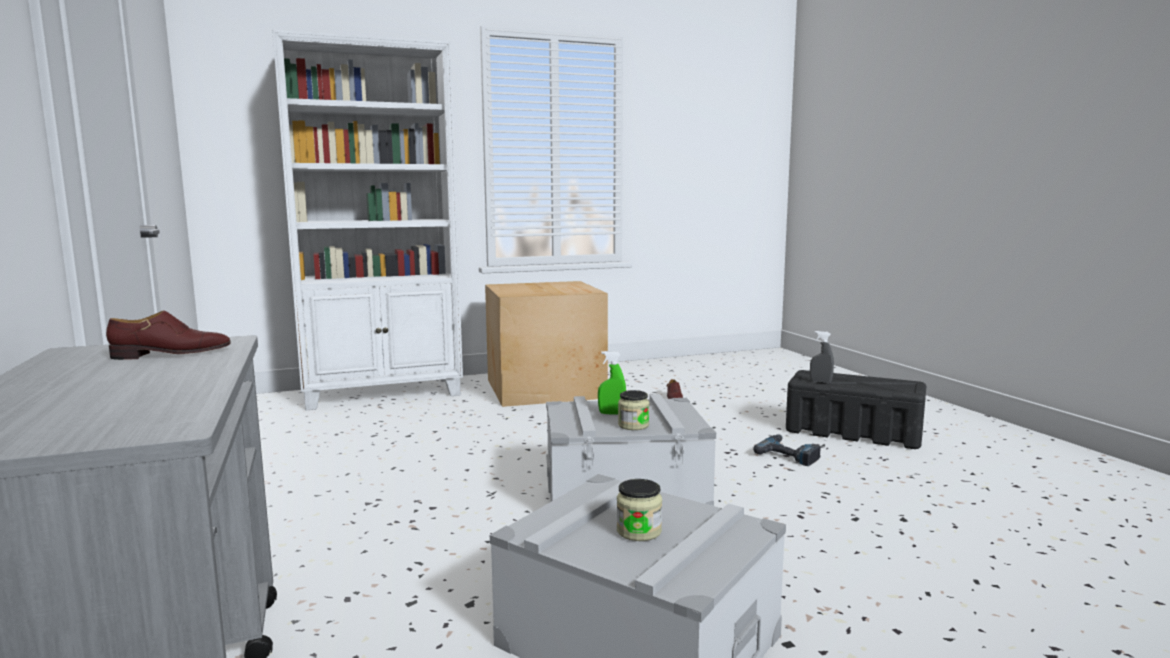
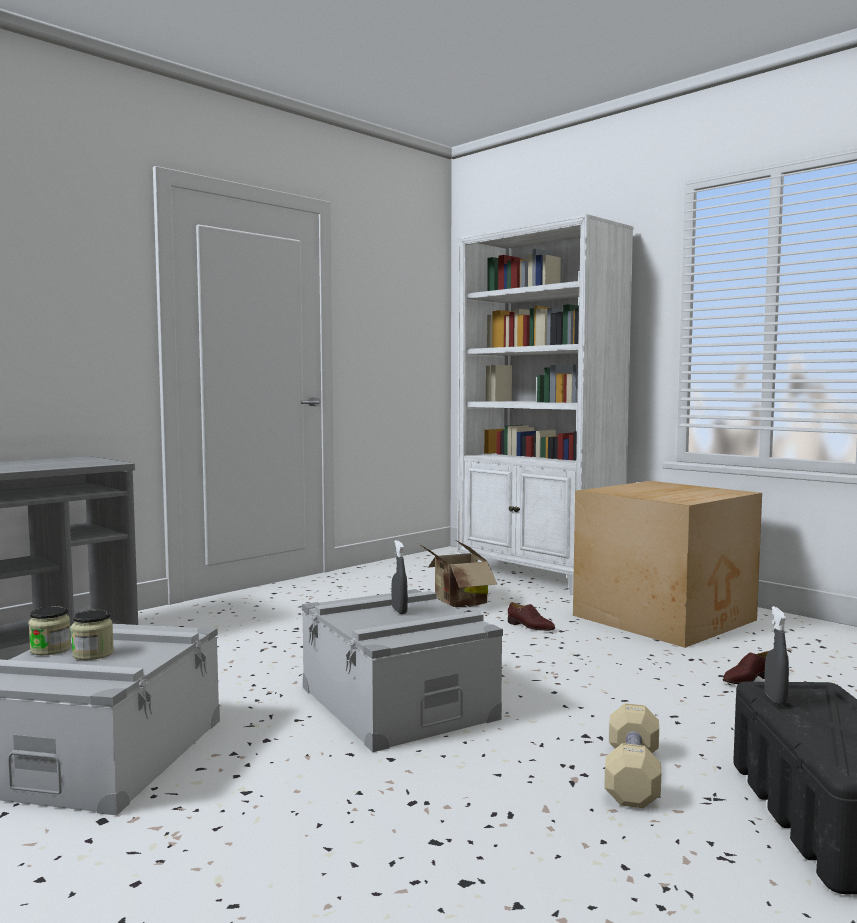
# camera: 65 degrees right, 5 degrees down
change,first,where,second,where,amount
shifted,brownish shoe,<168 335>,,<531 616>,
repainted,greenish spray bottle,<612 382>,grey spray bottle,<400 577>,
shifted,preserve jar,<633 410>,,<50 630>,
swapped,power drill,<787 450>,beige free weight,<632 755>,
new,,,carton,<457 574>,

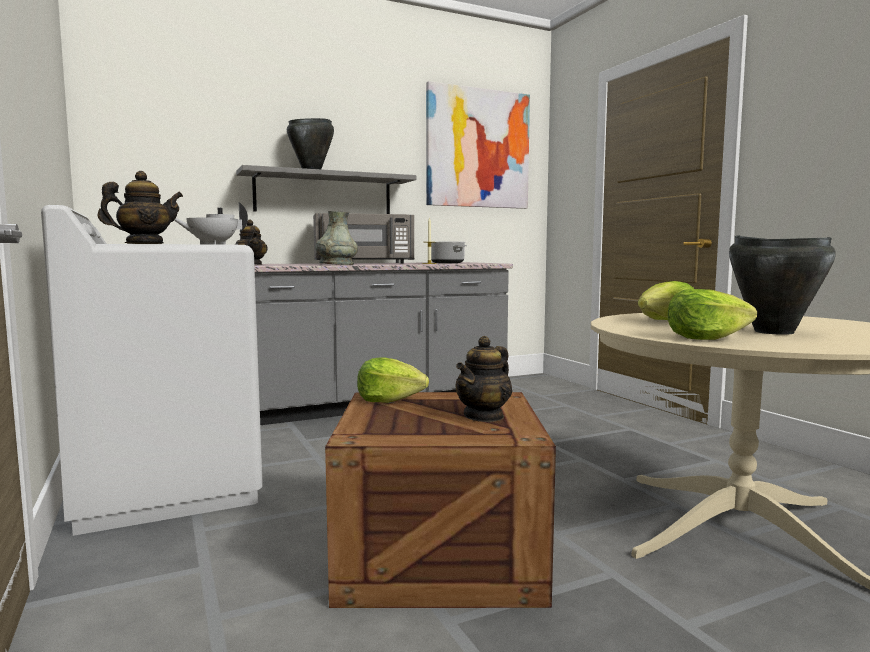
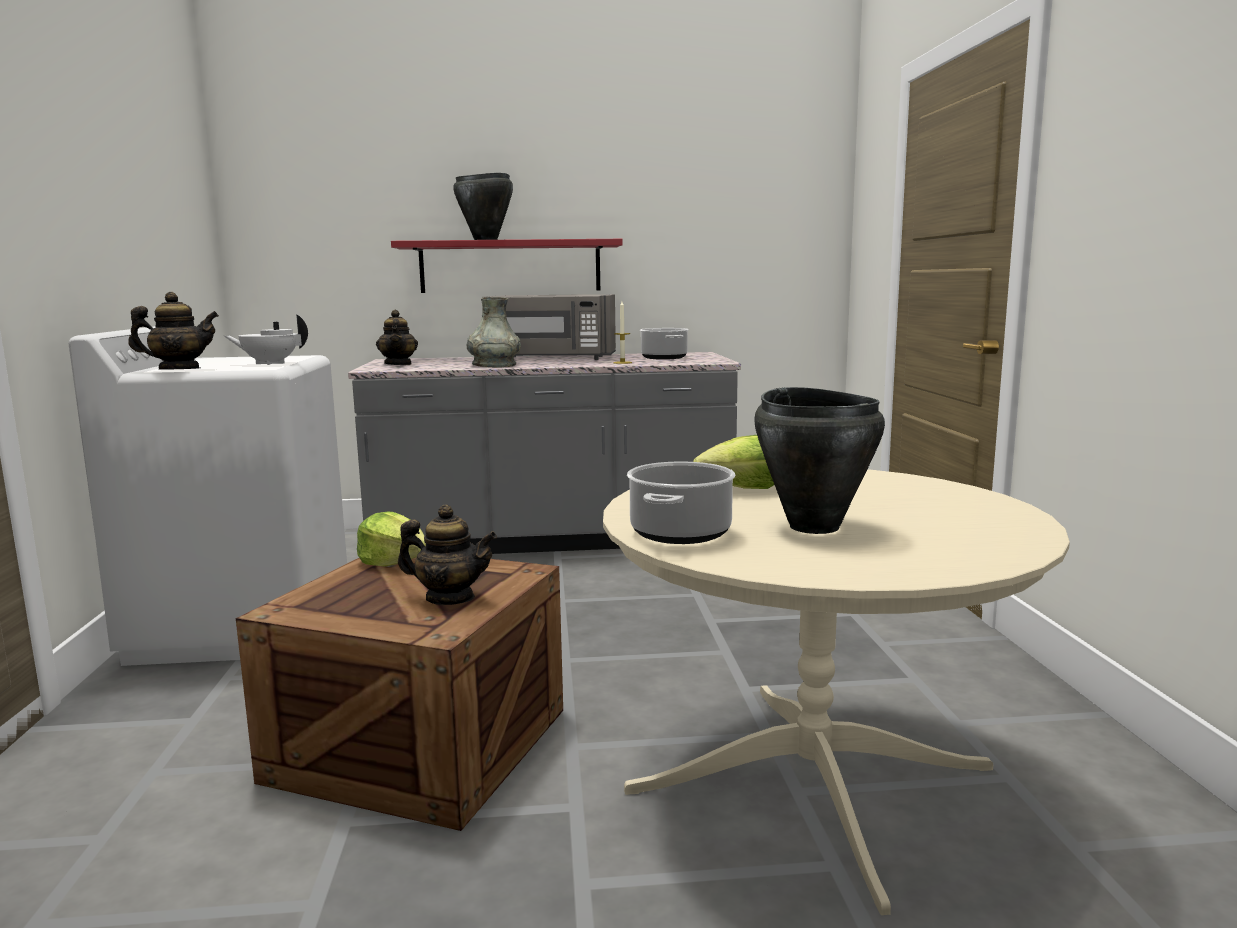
# camera: 20 degrees right, 5 degrees up
change,first,where,second,where,amount
gone,picture,<478 145>,,,
repainted,grey wall shelf,<326 189>,red-coloured wall shelf,<507 266>,
swapped,lettuce,<712 314>,saucepot,<681 503>,
rotated,pot for tea,<483 379>,,<447 555>,135 degrees counterclockwise

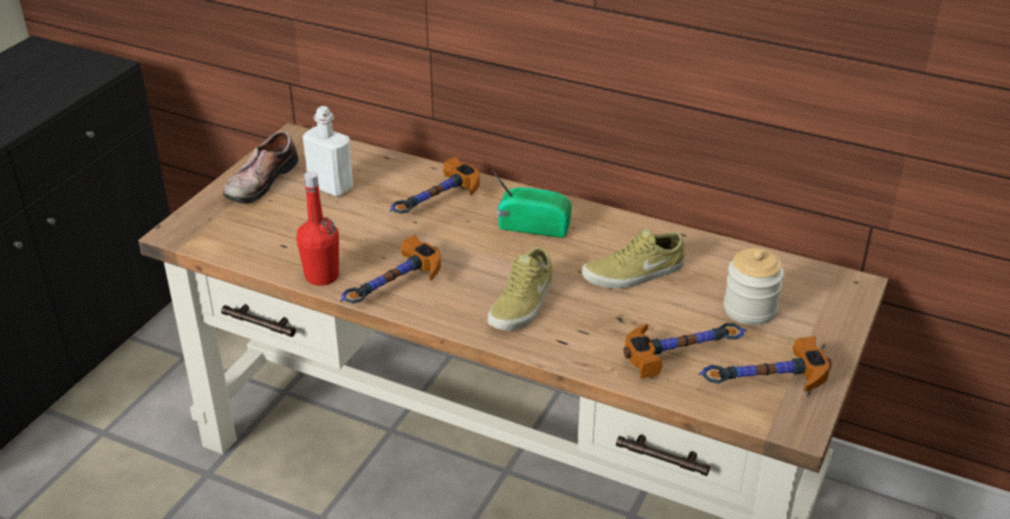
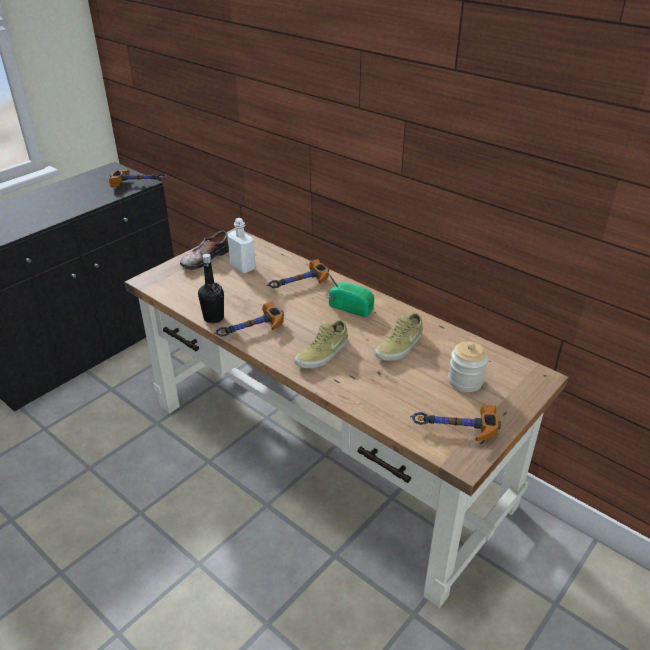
# camera: 15 degrees right, 0 degrees up
change,first,where,second,where,amount
repainted,red-coloured beverage bottle,<317 229>,blackish beverage bottle,<211 288>,
rotated,beige shoe,<633 258>,,<399 337>,45 degrees counterclockwise
shifted,hand hammer,<685 351>,,<138 178>,

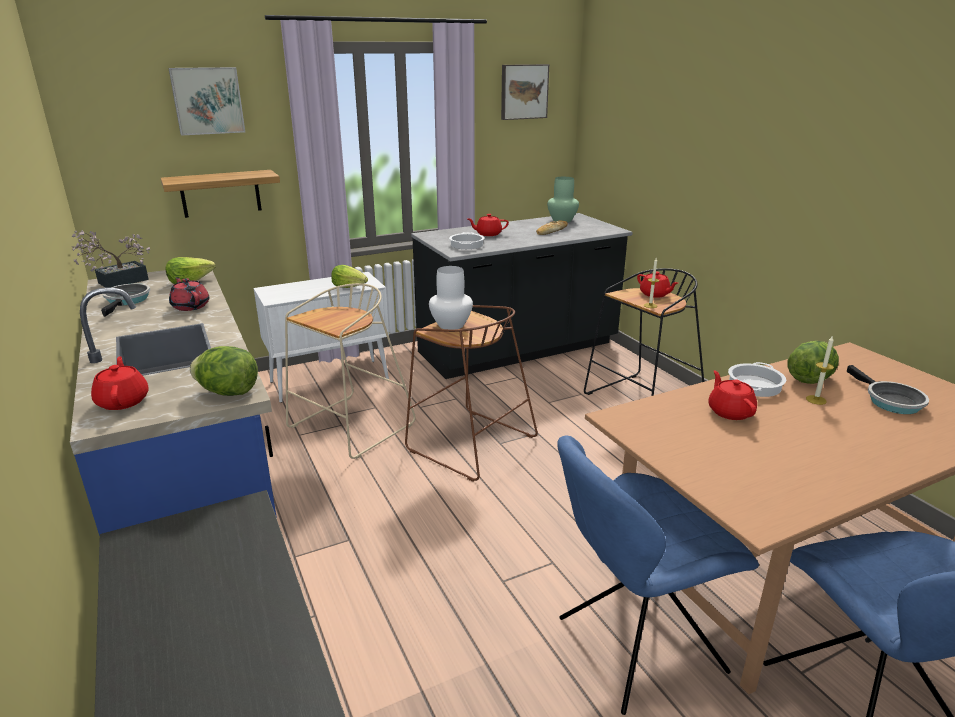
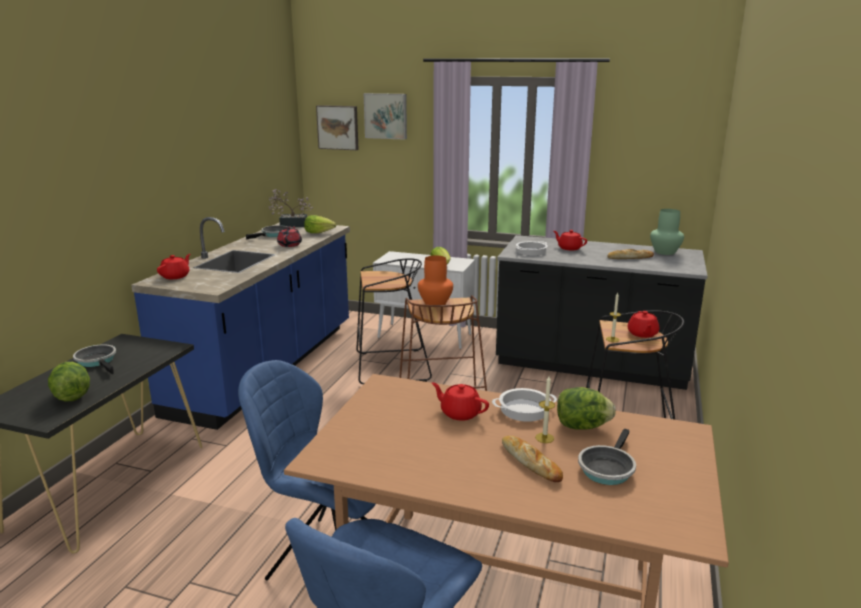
# camera: 45 degrees right, 5 degrees down
change,first,where,second,where,amount
shifted,picture,<525 92>,,<337 127>,
gone,wall shelf,<220 194>,,,
repainted,white decorative vase,<451 297>,orange decorative vase,<435 280>,
repainted,beige sitting stool,<350 371>,blackish sitting stool,<394 321>,
shifted,lettuce,<224 371>,,<69 382>,
rotated,red-coloured pot for tea,<732 395>,,<460 401>,90 degrees counterclockwise
new,,,frying pan,<94 359>,
new,,,bread,<532 459>,

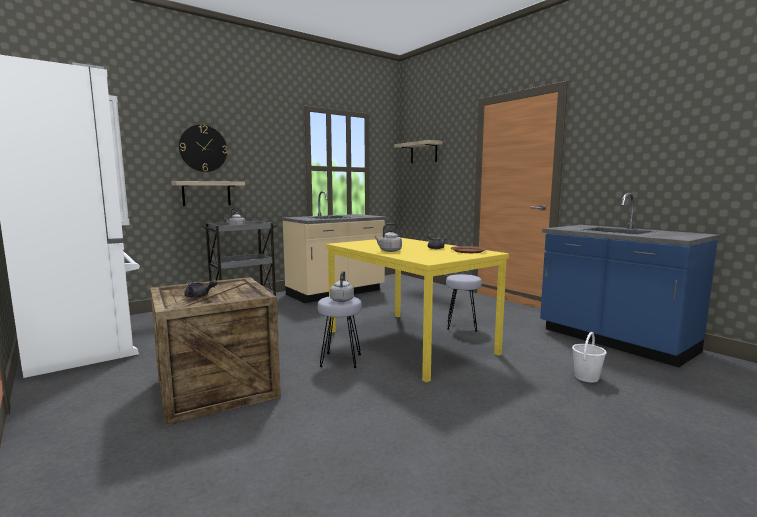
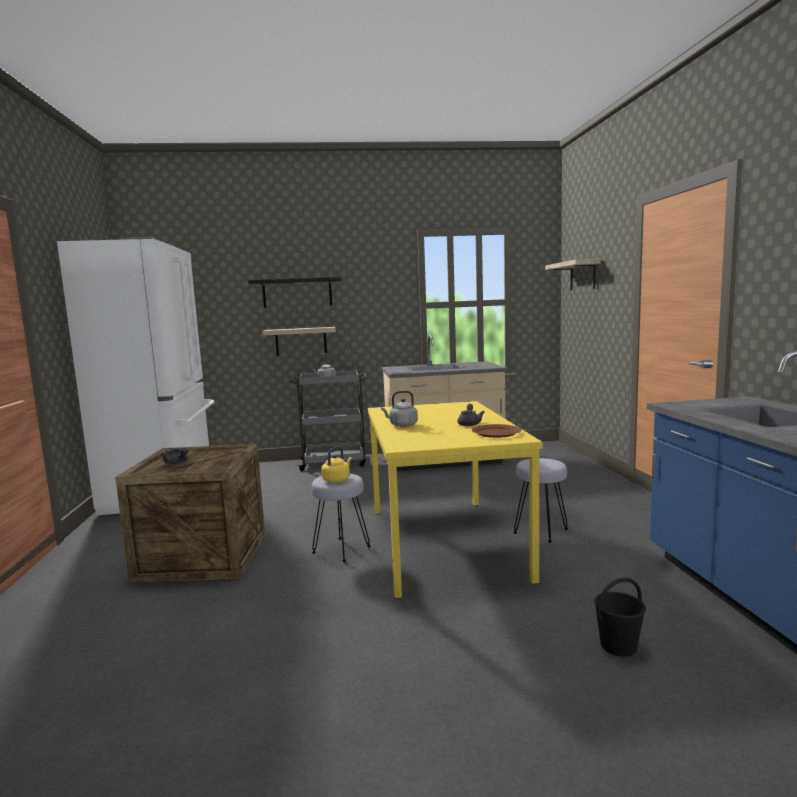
# camera: 30 degrees right, 0 degrees up
change,first,where,second,where,amount
swapped,hanging clock,<203 148>,blackish wall shelf,<294 292>,
repainted,grey water kettle,<342 286>,yellow water kettle,<336 464>,
repainted,white pail,<589 357>,blackish pail,<620 617>,

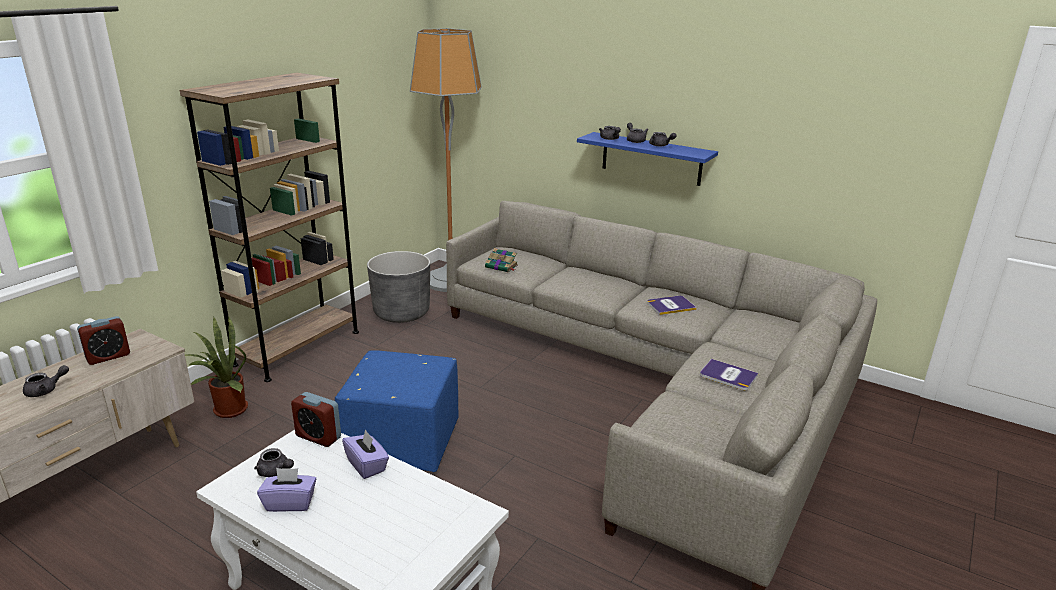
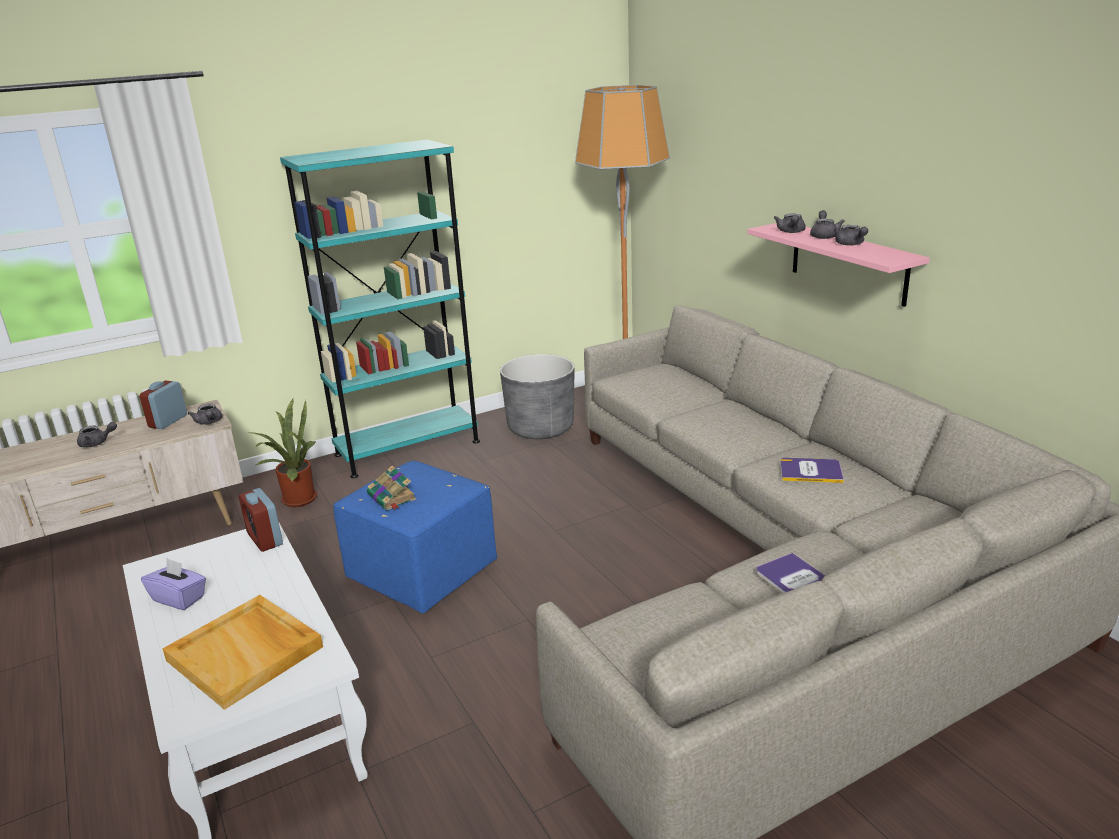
# camera: 30 degrees right, 0 degrees up
change,first,where,second,where,amount
repainted,brownish shelving unit,<269 227>,blue-green shelving unit,<380 309>,
repainted,blue wall shelf,<647 159>,pink wall shelf,<839 265>,
shifted,volume,<501 260>,,<392 487>,
rotated,alarm clock,<103 340>,,<163 405>,120 degrees clockwise
gone,purplish tissue box,<365 454>,,,
shifted,grey pot for tea,<274 462>,,<205 414>,
new,,,beige serving tray,<243 652>,

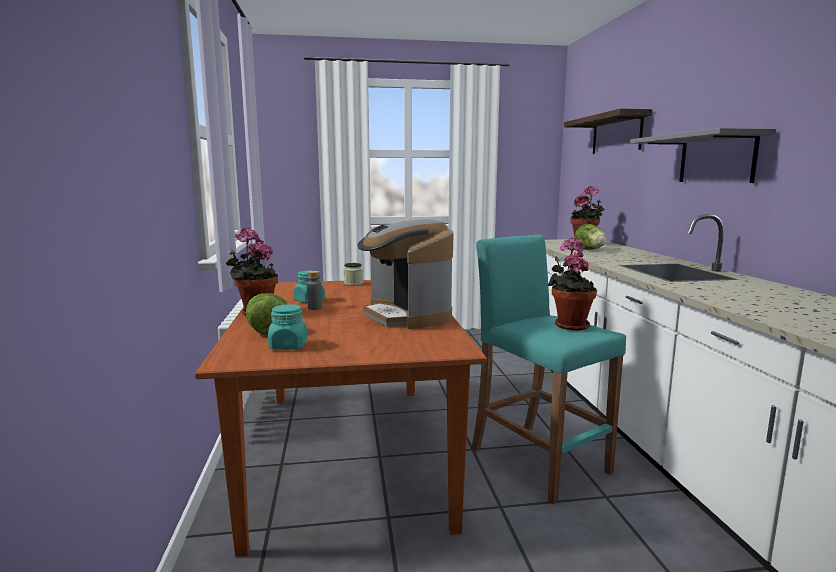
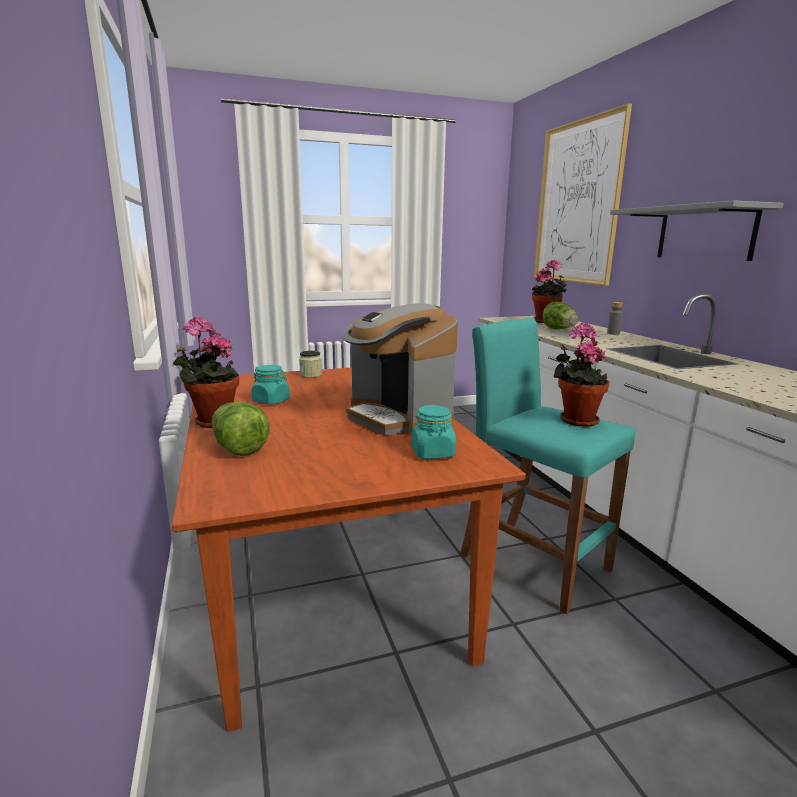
# camera: 10 degrees left, 5 degrees up
change,first,where,second,where,amount
swapped,wall shelf,<608 131>,picture,<583 195>,
shifted,grey beverage bottle,<314 290>,,<615 318>,
shifted,blue-green preserve jar,<287 327>,,<433 432>,

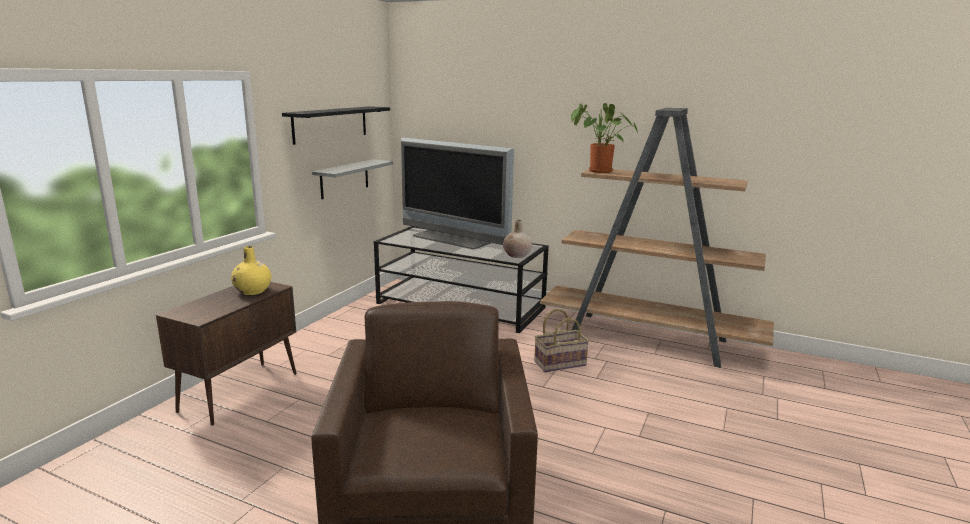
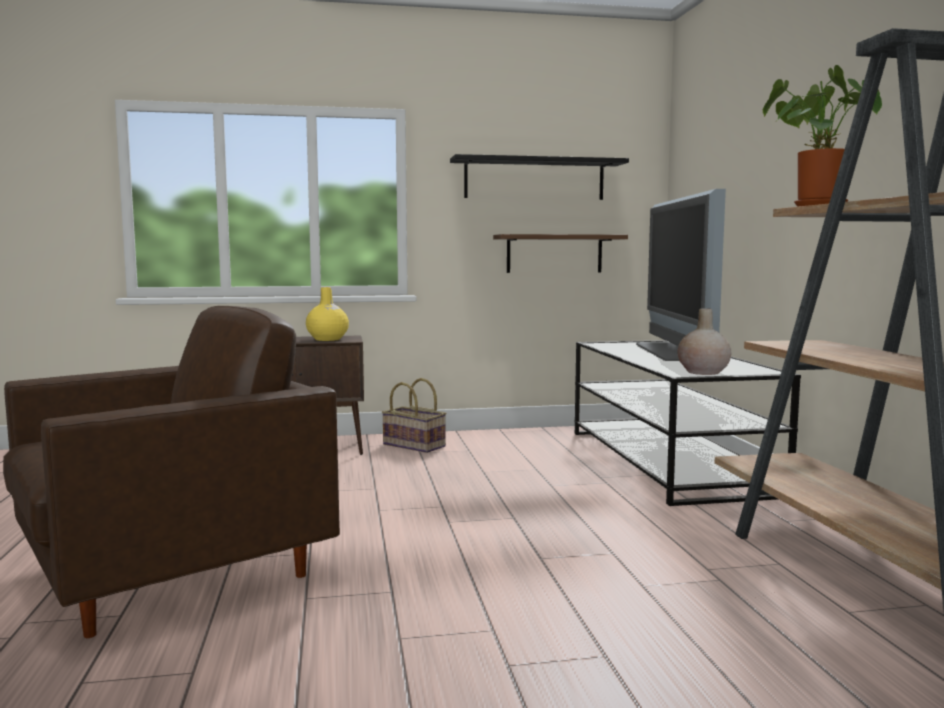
# camera: 55 degrees right, 10 degrees down
change,first,where,second,where,amount
repainted,grey wall shelf,<353 179>,brownish wall shelf,<560 253>,
shifted,basket,<561 340>,,<414 415>,

